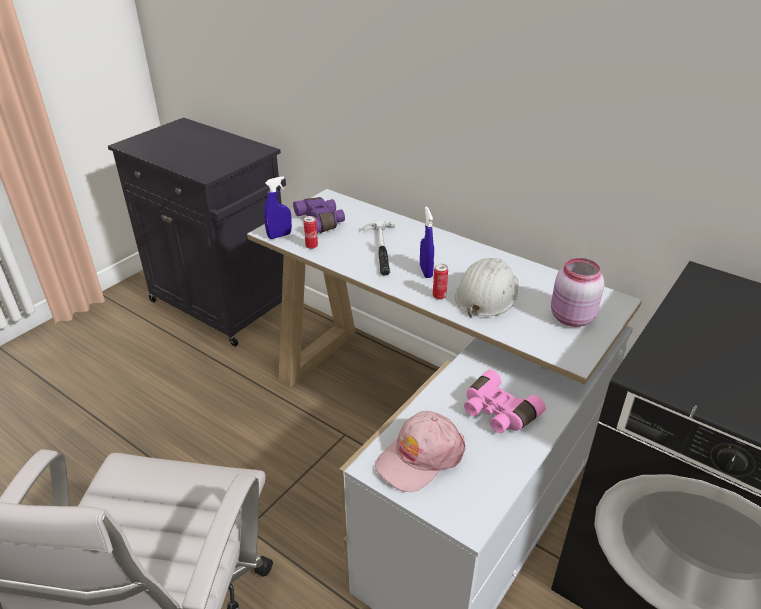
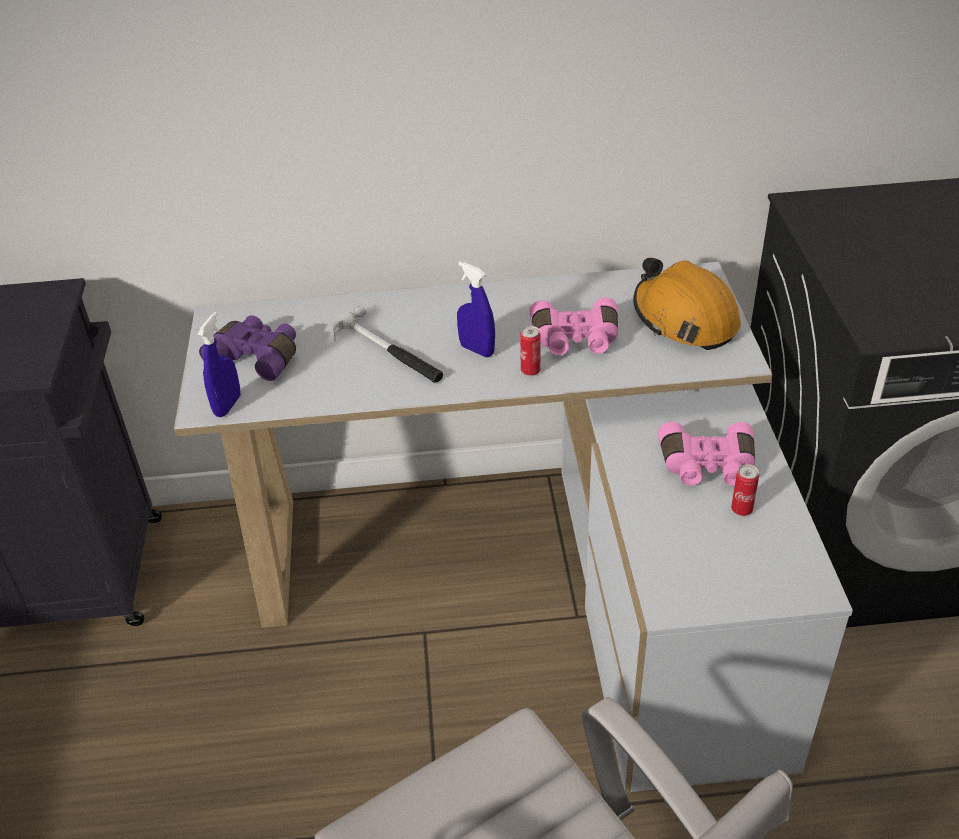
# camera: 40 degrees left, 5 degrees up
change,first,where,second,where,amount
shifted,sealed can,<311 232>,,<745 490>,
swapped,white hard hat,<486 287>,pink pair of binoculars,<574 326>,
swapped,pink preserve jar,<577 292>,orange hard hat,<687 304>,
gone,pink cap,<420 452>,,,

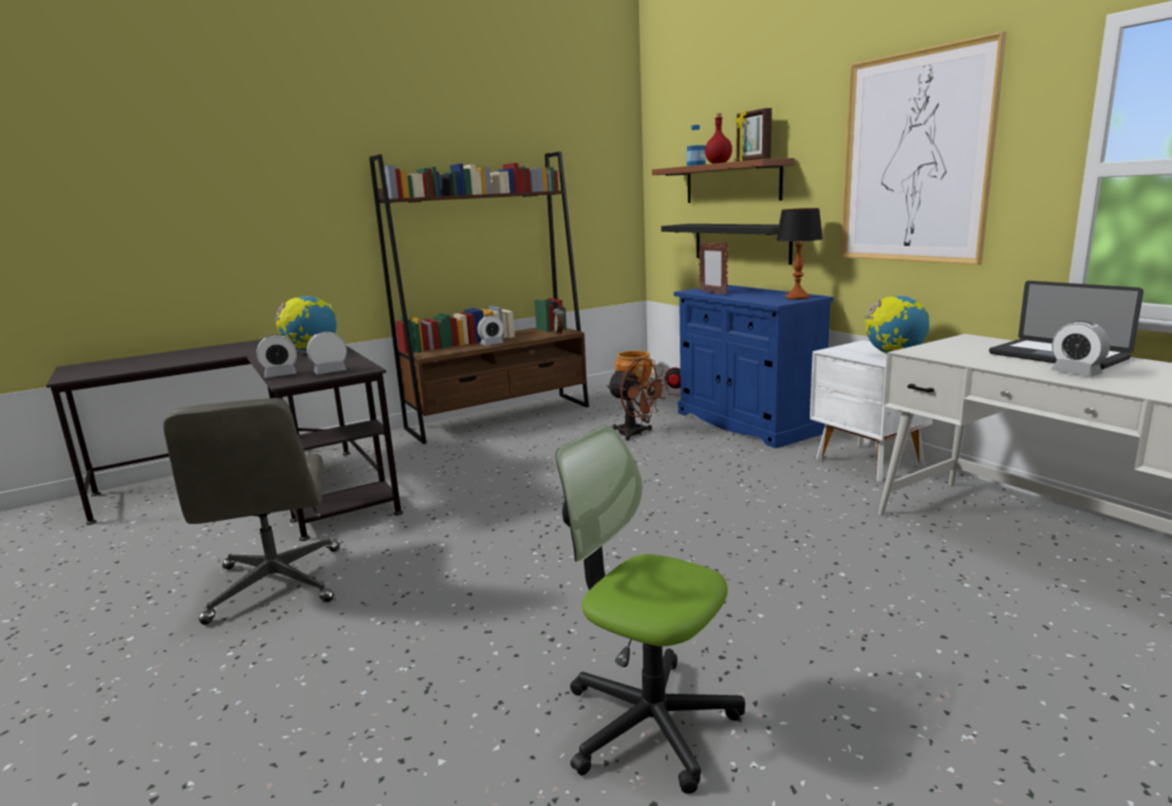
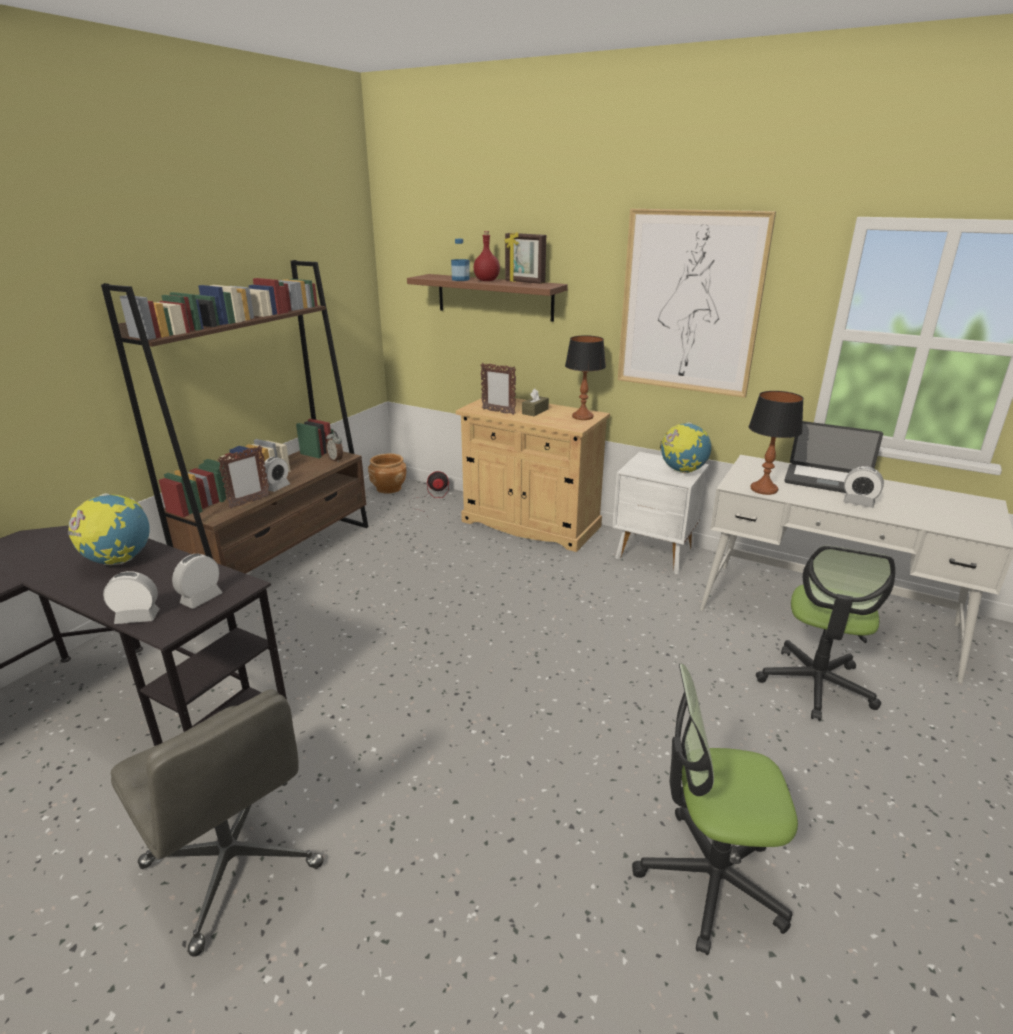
# camera: 30 degrees left, 10 degrees up
change,first,where,second,where,amount
gone,blackish wall shelf,<727 244>,,,
repainted,blue cupboard,<754 366>,beige cupboard,<533 474>,
rotated,alarm clock,<277 356>,,<131 597>,135 degrees counterclockwise
gone,brownish electric fan,<637 399>,,,
new,,,brownish tissue box,<535 402>,
new,,,lamp for a table,<776 443>,
new,,,photo frame,<243 476>,
new,,,desk chair,<825 633>,

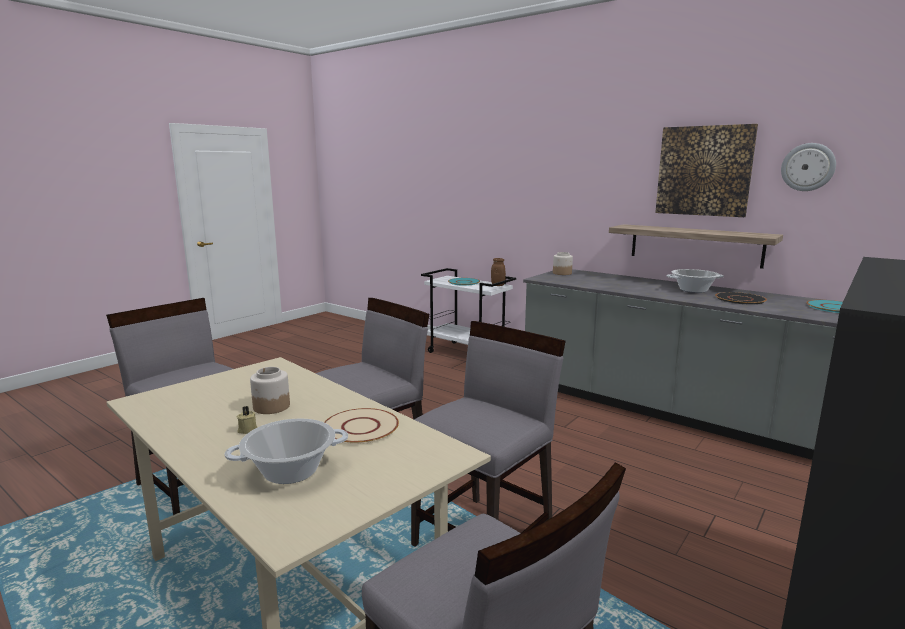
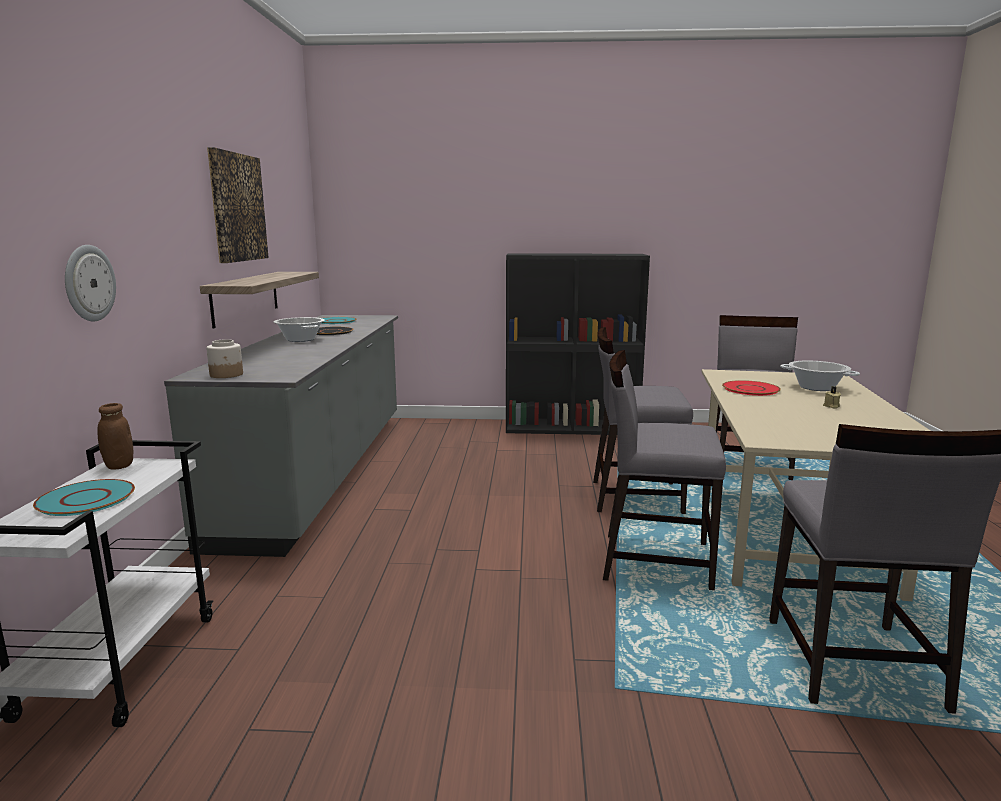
# camera: 125 degrees left, 0 degrees up
change,first,where,second,where,amount
shifted,hanging clock,<808 167>,,<90 283>,
gone,preserve jar,<270 390>,,,
repainted,beige flat dish,<361 426>,red-coloured flat dish,<751 388>,

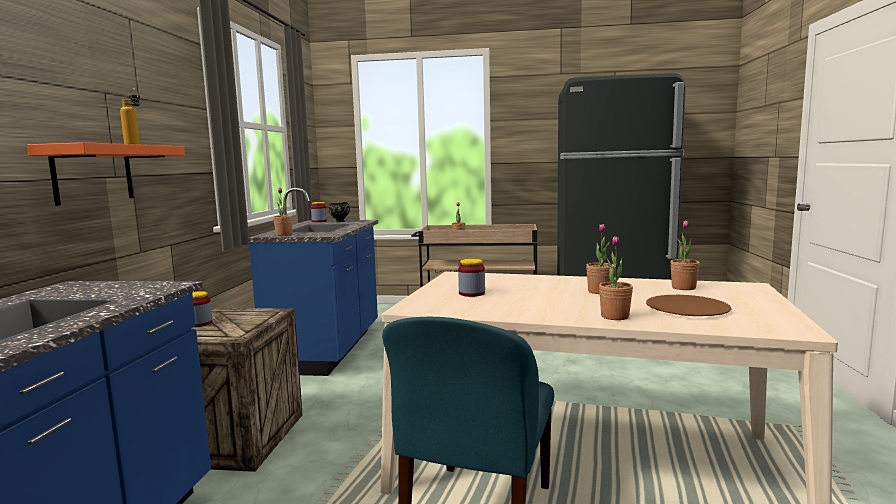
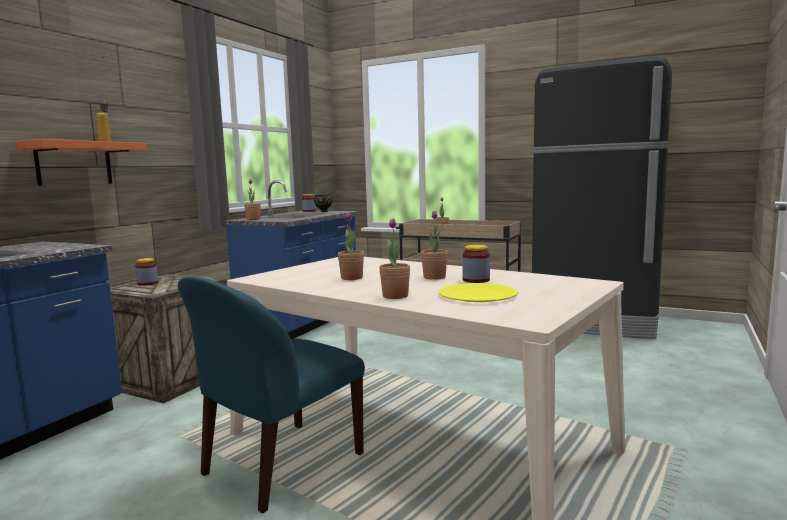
# camera: 20 degrees right, 0 degrees up
change,first,where,second,where,amount
shifted,plant in a pot,<685 255>,,<351 246>,
shifted,preserve jar,<471 278>,,<476 264>,
repainted,brownish flat dish,<689 305>,yellow flat dish,<478 292>,

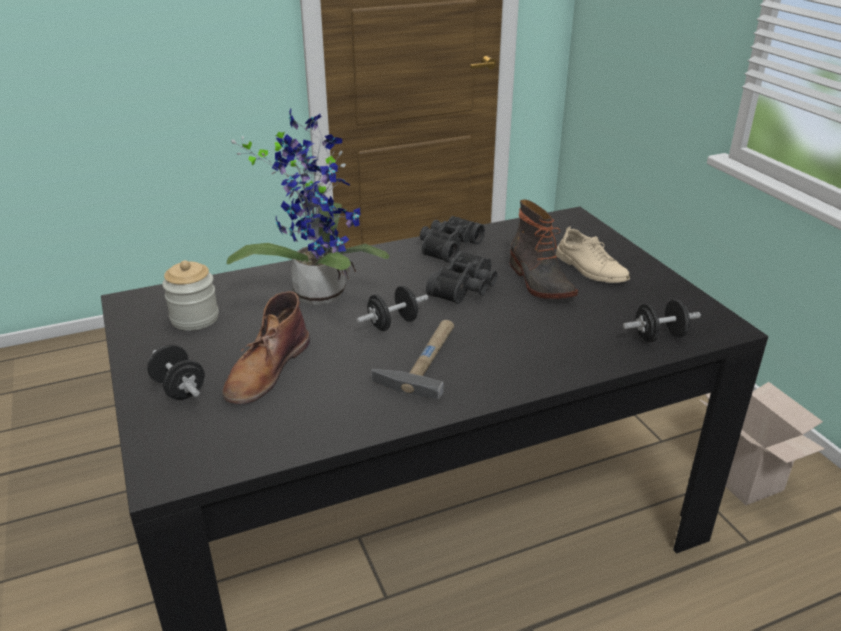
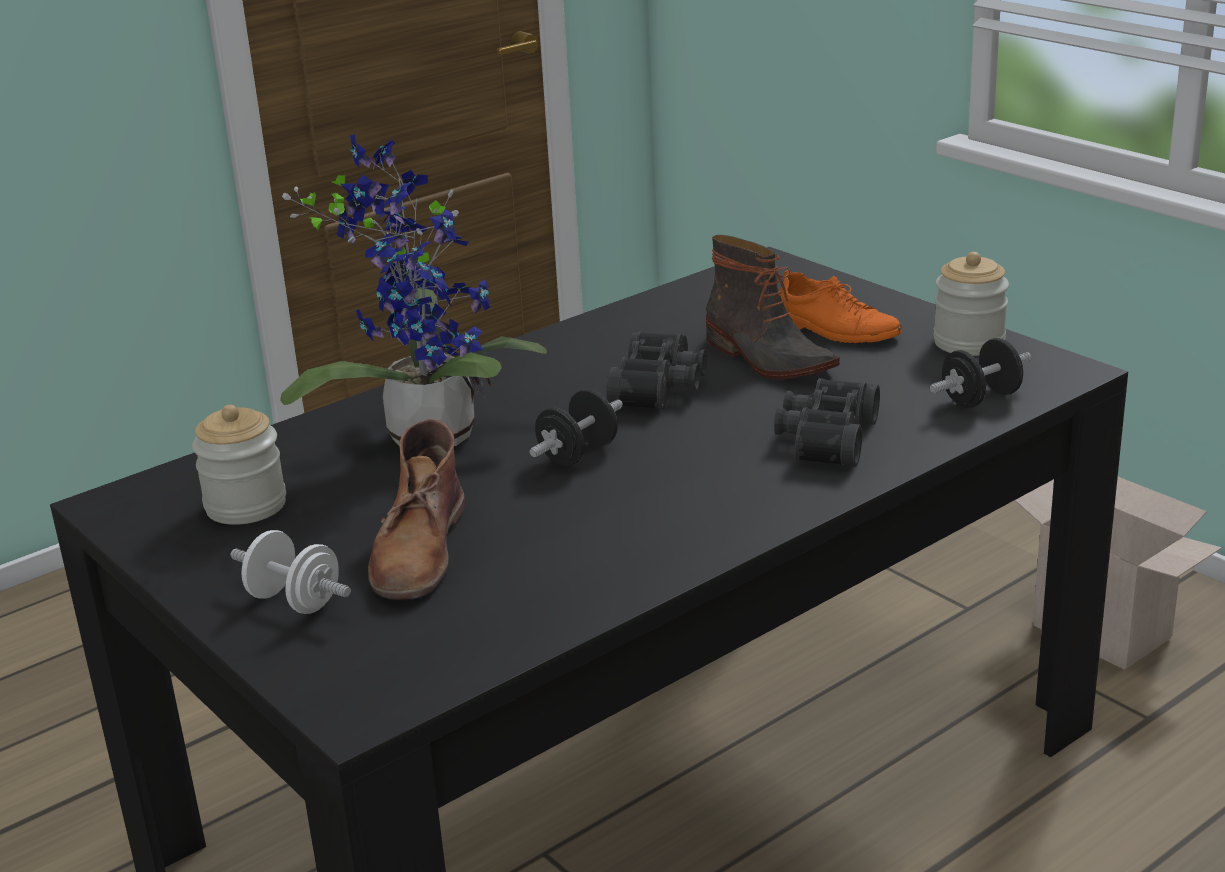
# camera: 15 degrees left, 5 degrees down
change,first,where,second,where,amount
shifted,blackish pair of binoculars,<452 239>,,<827 422>,
repainted,beige shoe,<593 254>,orange shoe,<841 306>,
gone,hand hammer,<413 359>,,,
repainted,blackish free weight,<176 372>,white free weight,<290 572>,
new,,,preserve jar,<971 304>,

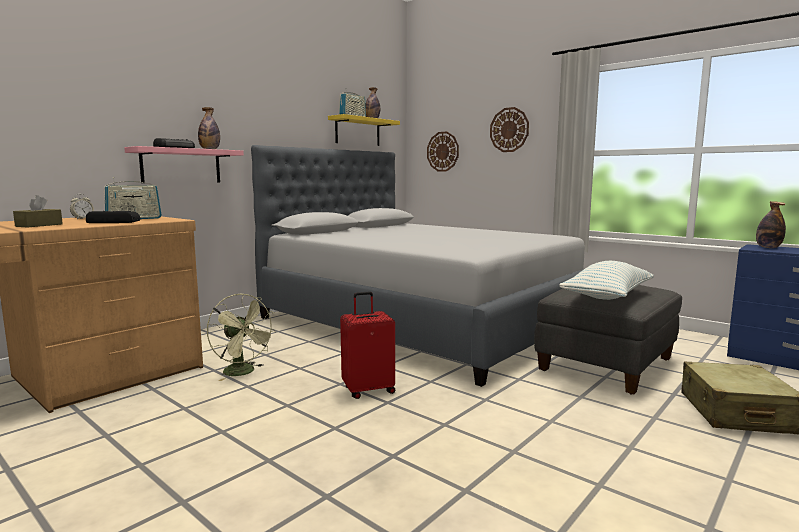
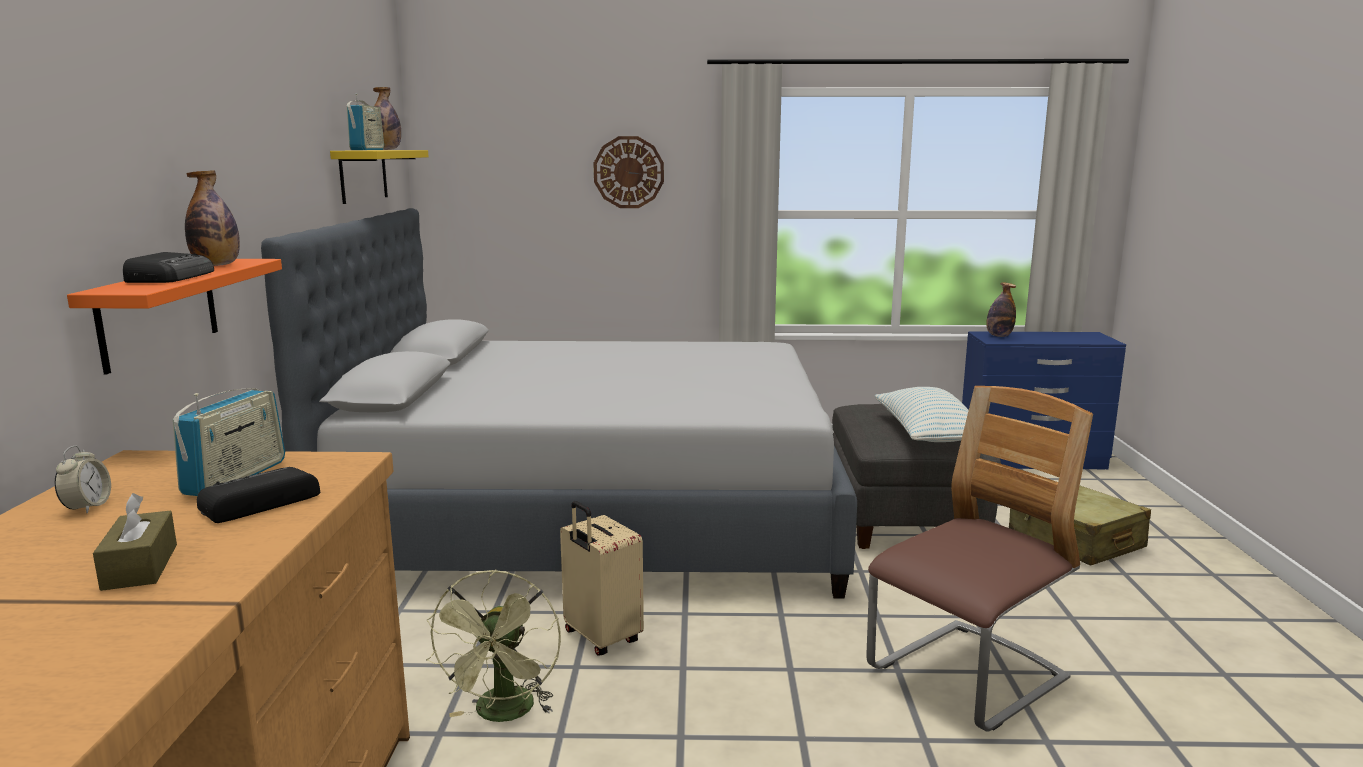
# camera: 40 degrees left, 5 degrees up
change,first,where,second,where,amount
gone,hanging clock,<443 151>,,,
repainted,pink wall shelf,<184 164>,orange wall shelf,<174 317>,
gone,red-coloured piece of luggage,<367 345>,,,
rotated,greenish electric fan,<241 337>,,<493 645>,90 degrees clockwise
new,,,plain chair,<979 559>,
new,,,beige piece of luggage,<602 578>,

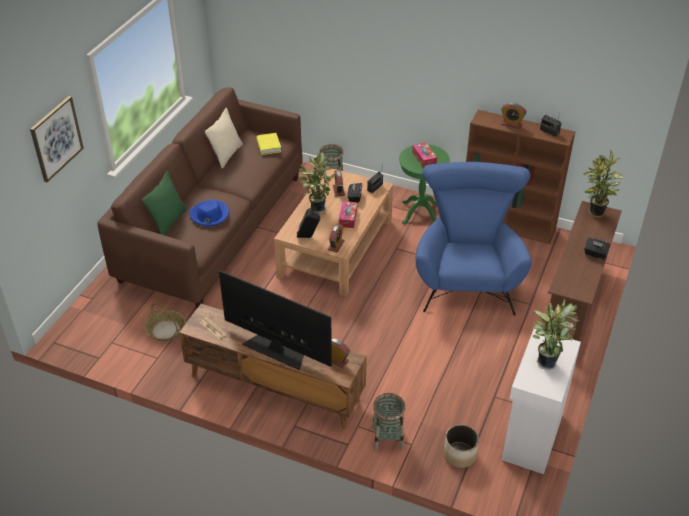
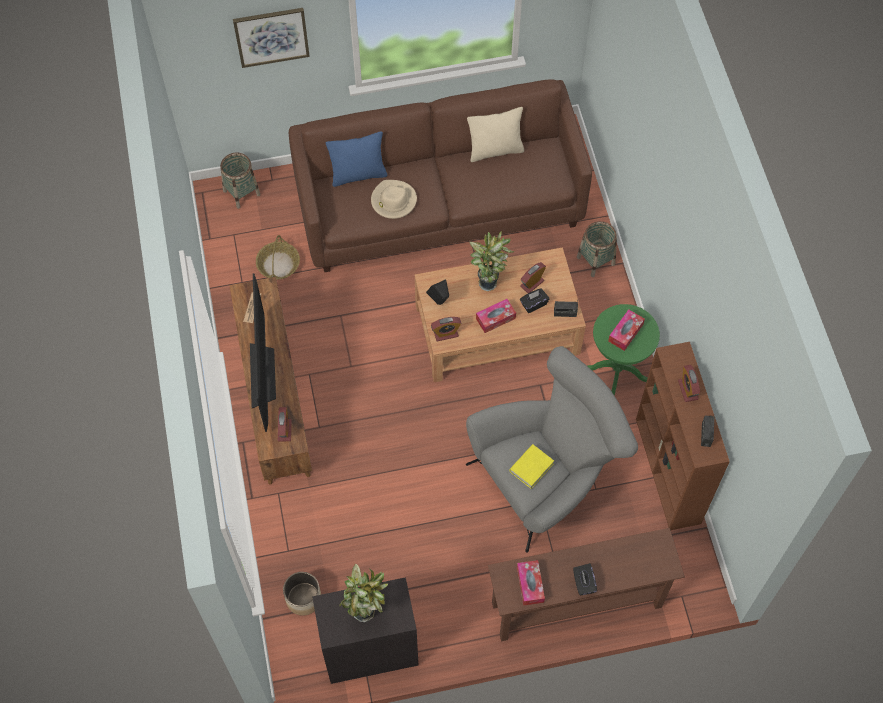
# camera: 55 degrees right, 20 degrees up
change,first,where,second,where,amount
shifted,yellow volume,<268 144>,,<531 466>,
gone,plant in a pot,<603 184>,,,
repainted,blue easy chair,<473 239>,grey easy chair,<552 449>,
repainted,greenish pillow,<164 203>,blue pillow,<356 159>,
repainted,blue wearable hat,<209 212>,beige wearable hat,<394 199>,
repainted,white cupboard,<541 401>,blackish cupboard,<365 630>,
shifted,basket,<389 421>,,<240 181>,
new,,,tissue box,<531 583>,

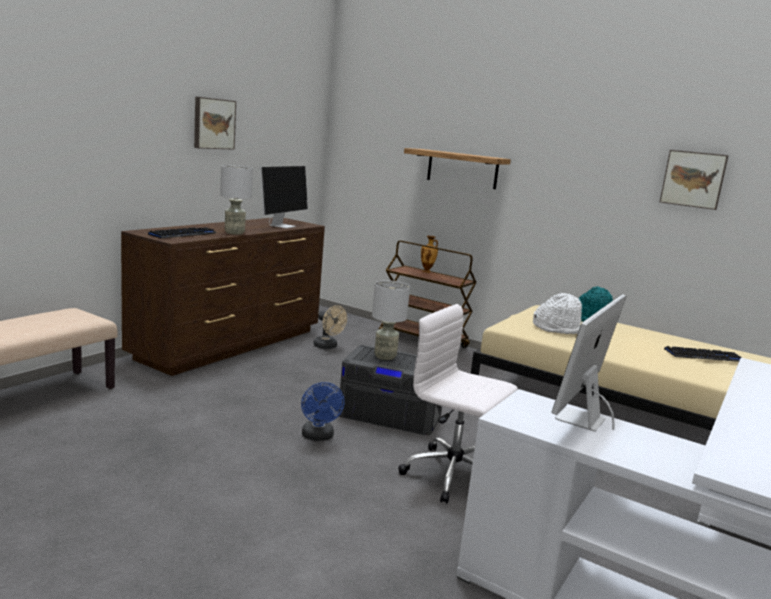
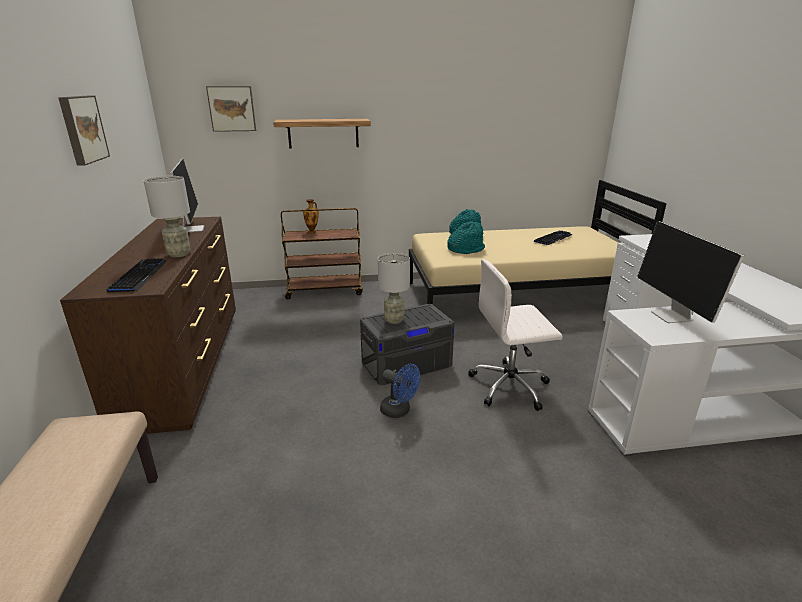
# camera: 40 degrees left, 10 degrees up
change,first,where,second,where,amount
shifted,picture,<694 180>,,<231 109>,
repainted,white wearable hat,<557 313>,blue-green wearable hat,<466 237>,
gone,beige electric fan,<330 327>,,,

